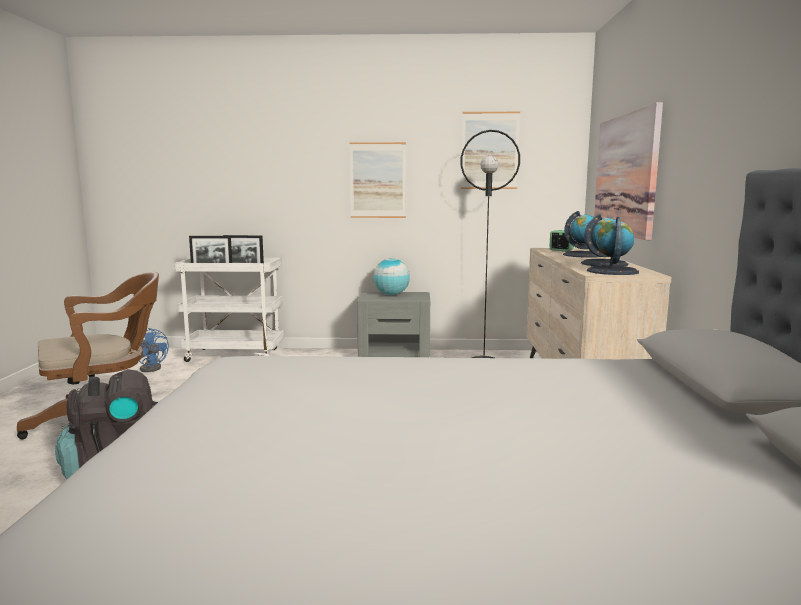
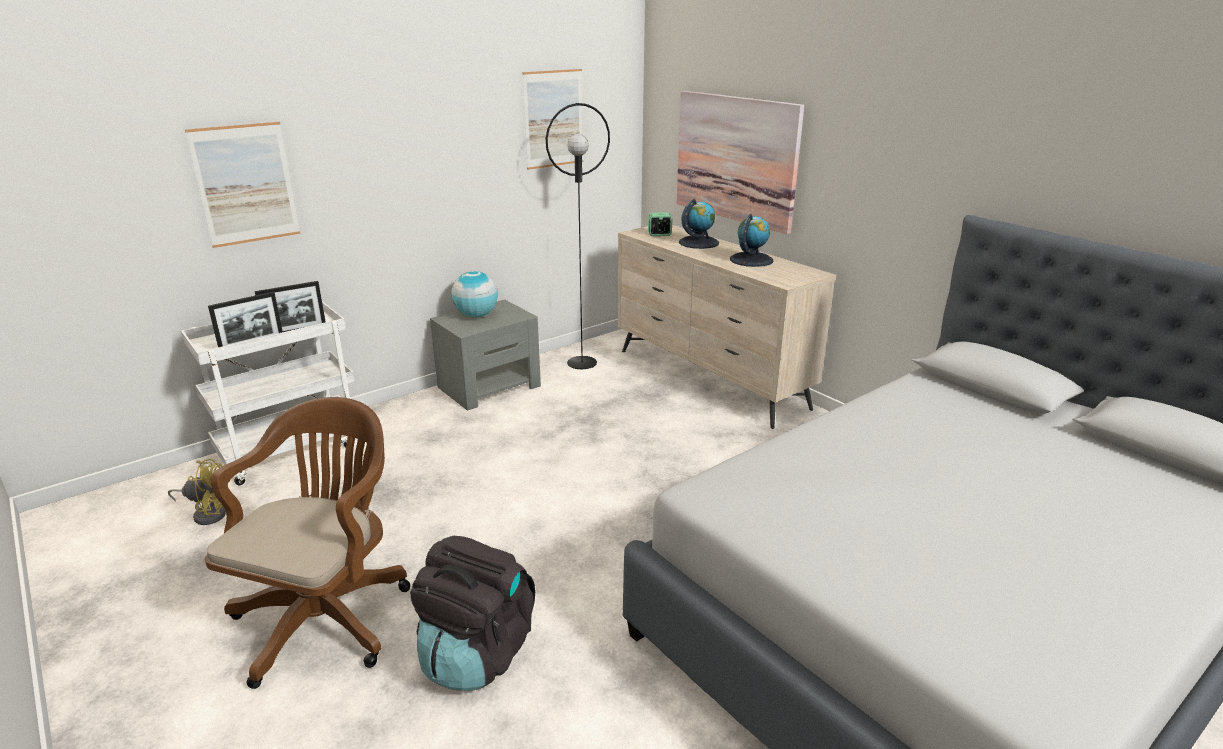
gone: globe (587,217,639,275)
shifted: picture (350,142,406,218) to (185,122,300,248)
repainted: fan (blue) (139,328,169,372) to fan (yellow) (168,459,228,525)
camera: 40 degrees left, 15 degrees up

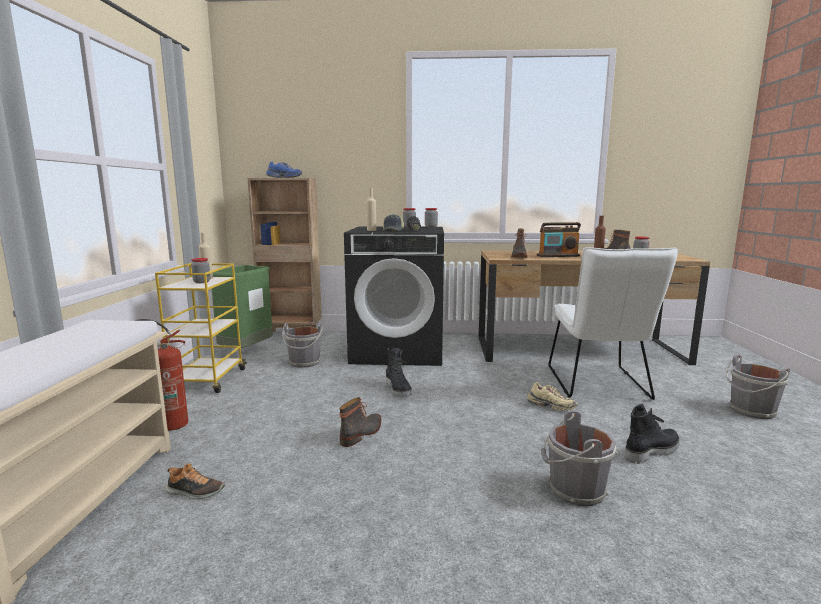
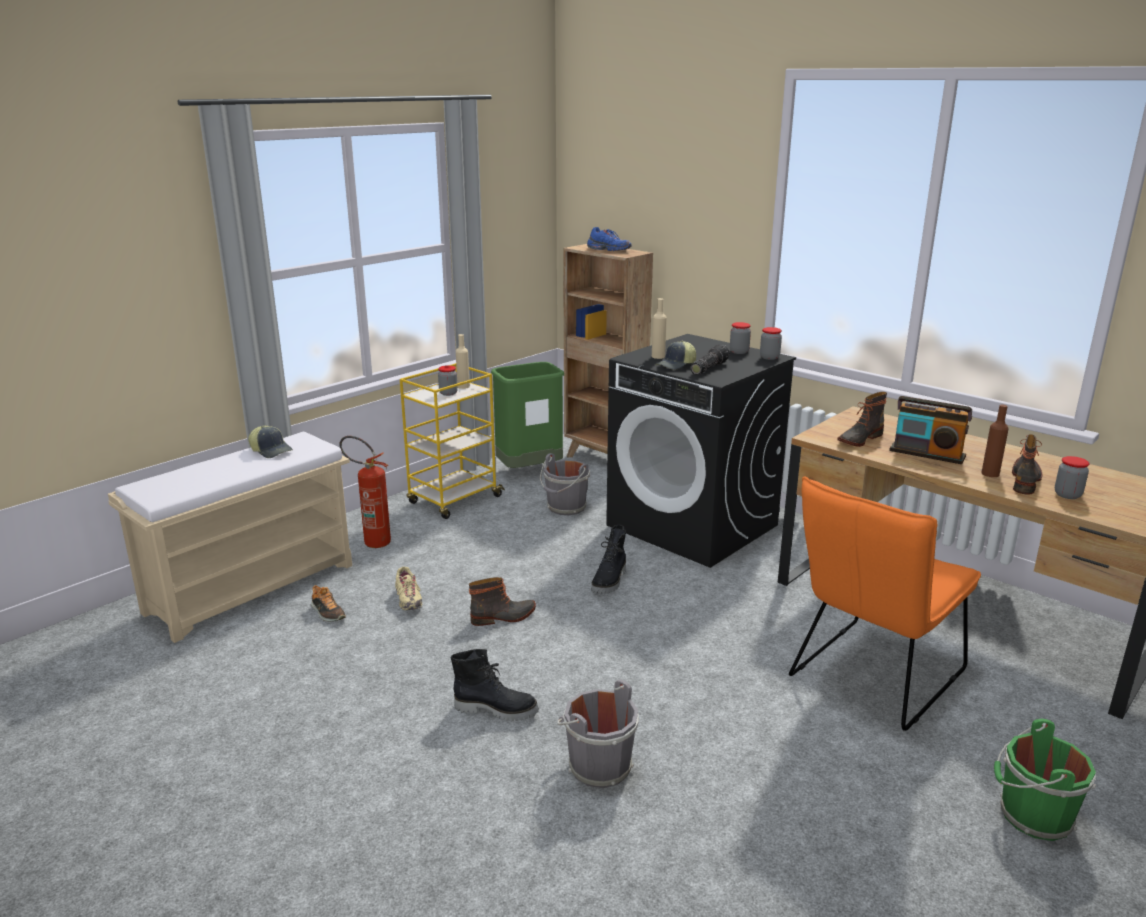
new: cap (248,426,293,458)
shifted: shoe (beige) (527,382,577,411) to (395,567,422,610); boot (black) (625,404,679,464) to (451,649,539,721)
repainted: chair (white) (549,247,678,400) to chair (orange) (789,477,981,731); bucket (grey) (726,354,790,419) to bucket (green) (994,719,1096,841)
camera: 40 degrees right, 10 degrees up

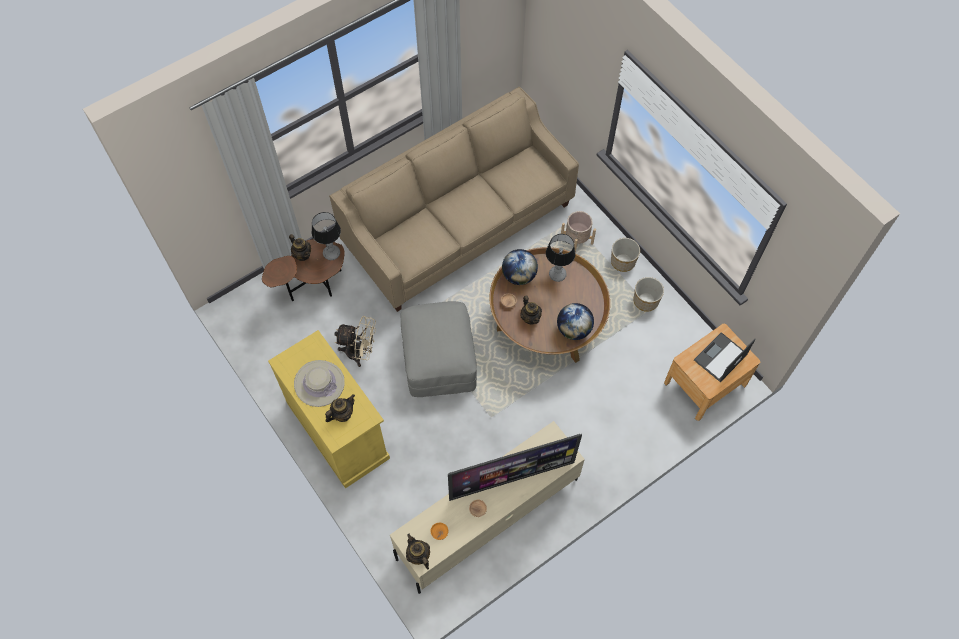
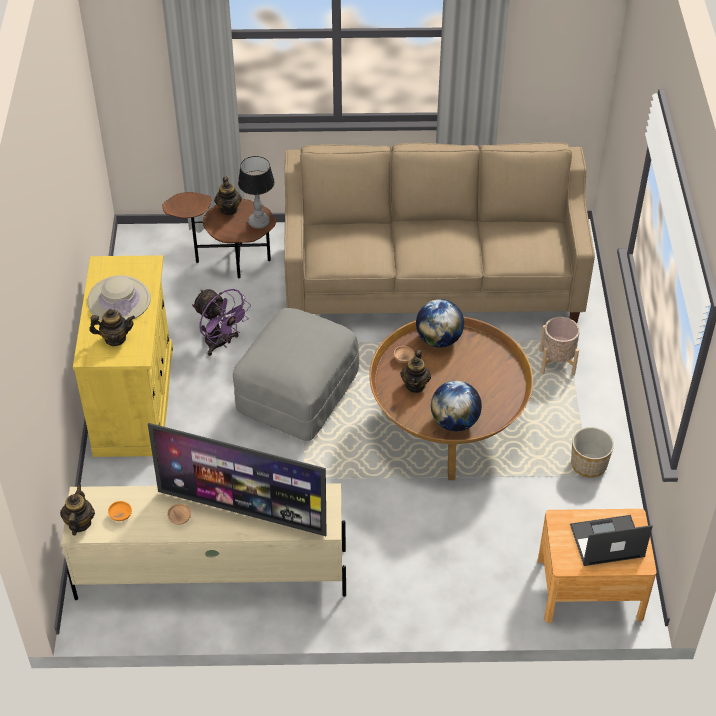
gone: table lamp (546,234,575,282); planter (611,238,640,272)
repainted: fan (beige) (334,316,376,367) to fan (purple) (192,289,251,356)
camera: 35 degrees right, 15 degrees down

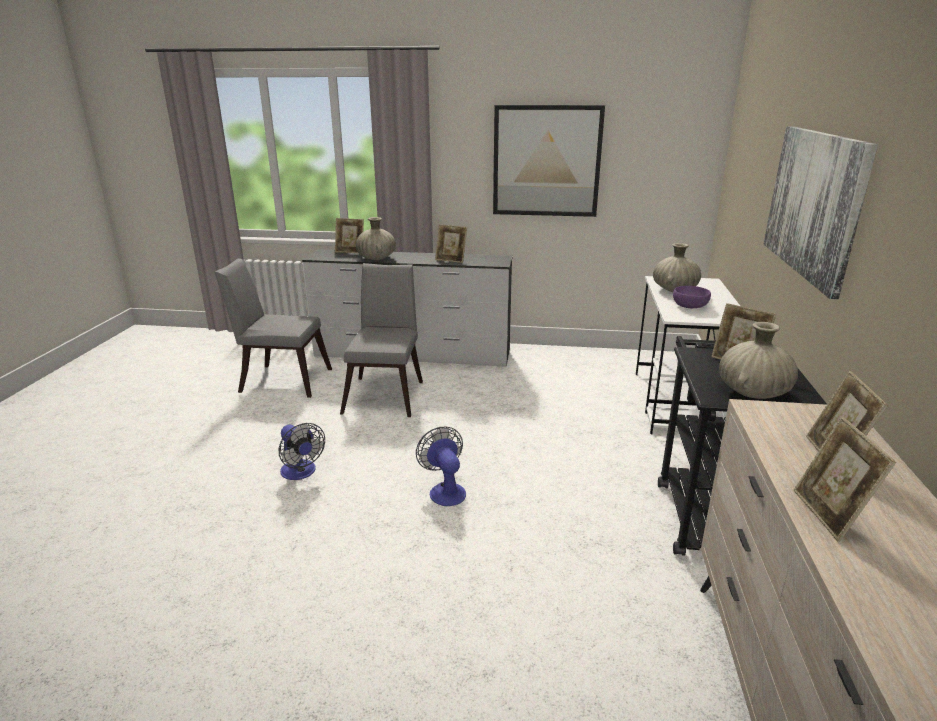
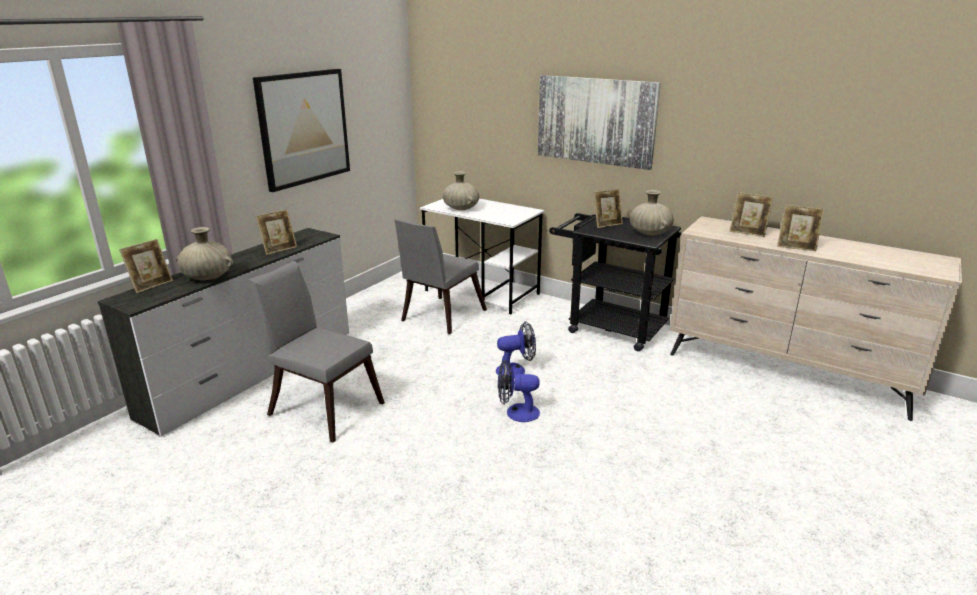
gone: bowl (purple) (673,286,711,308)
shifted: chair (grey) (214,258,332,398) to (395,219,487,334); fan (279,423,325,480) to (496,322,536,378)
camera: 65 degrees left, 0 degrees up

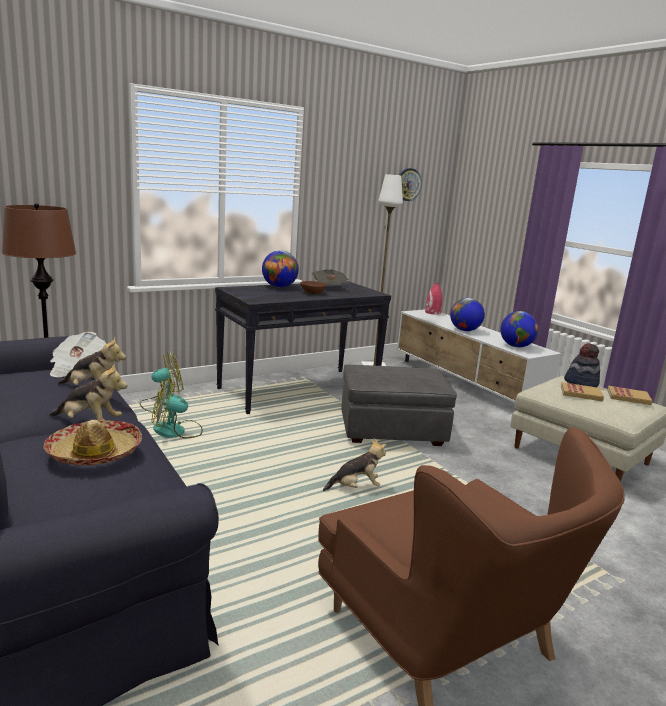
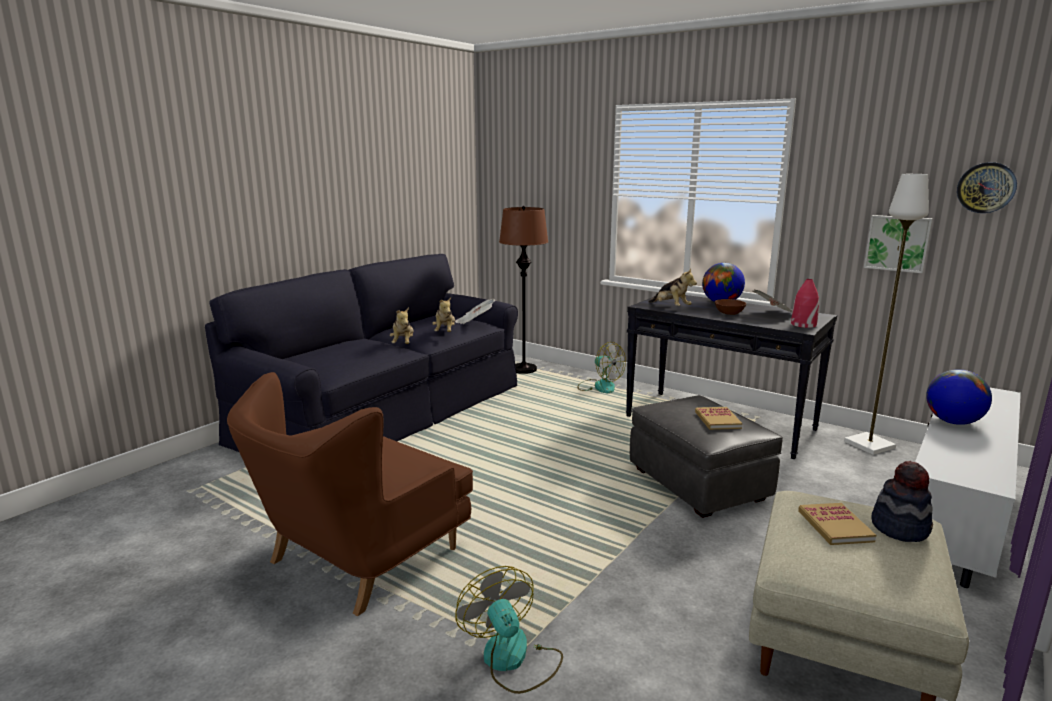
gone: hat (44,420,142,465); globe (500,311,538,347)
new: picture (864,215,933,273)
shifted: fan (152,378,203,439) to (455,566,563,694); plush toy (323,438,386,491) to (649,268,697,306); vase (red) (425,283,442,315) to (791,279,819,328); book (607,386,652,405) to (695,407,743,430)
camera: 70 degrees right, 0 degrees up

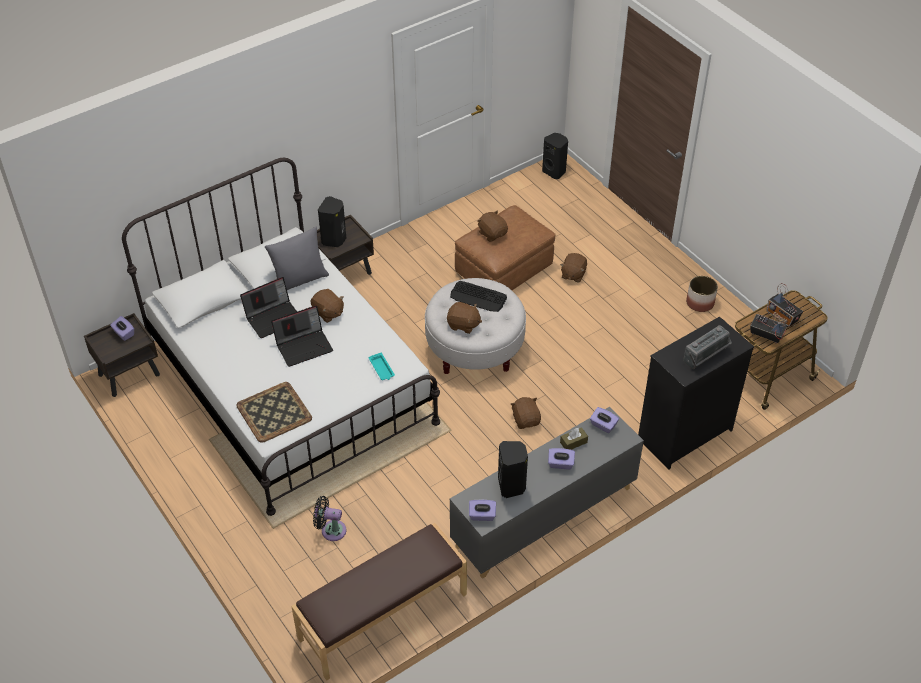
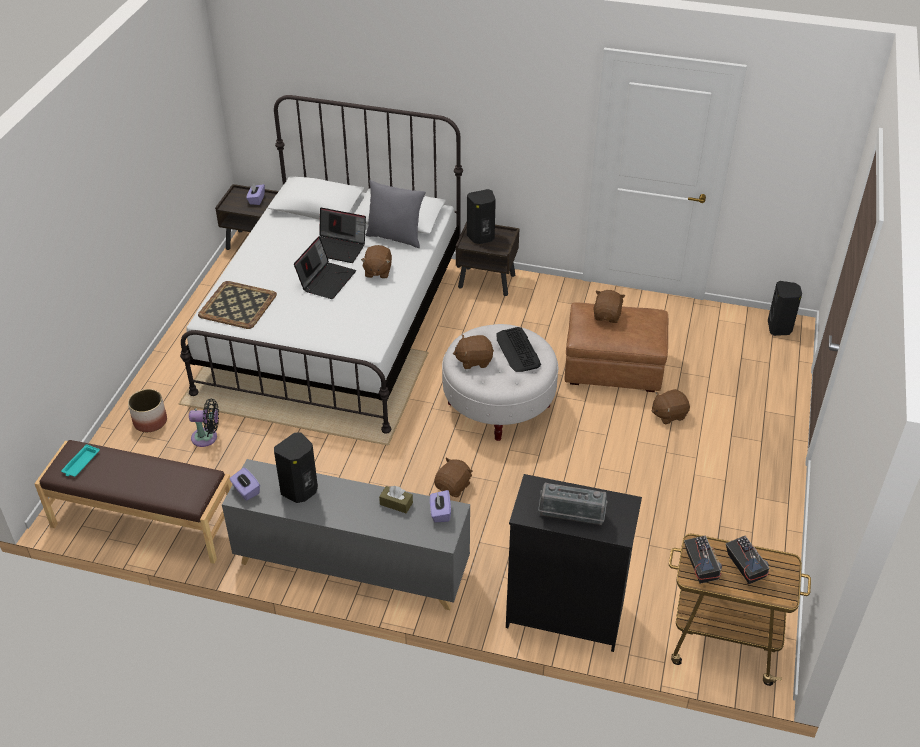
gone: tissue box (purple) (548,448,575,469)
shifted: tray (turquoise) (368,353,395,380) to (61,444,100,477); planter (686,276,718,312) to (128,389,167,432)
rotated: laptop (271,305,333,367) = (294,236,356,299) 90 degrees counterclockwise; fan (black) (313,496,346,541) = (189,399,219,447) 120 degrees clockwise; plush toy (brown) (447,302,482,334) = (453,335,494,369) 105 degrees clockwise; radio (767,283,803,328) = (726,536,769,584) 150 degrees clockwise
camera: 50 degrees right, 5 degrees down

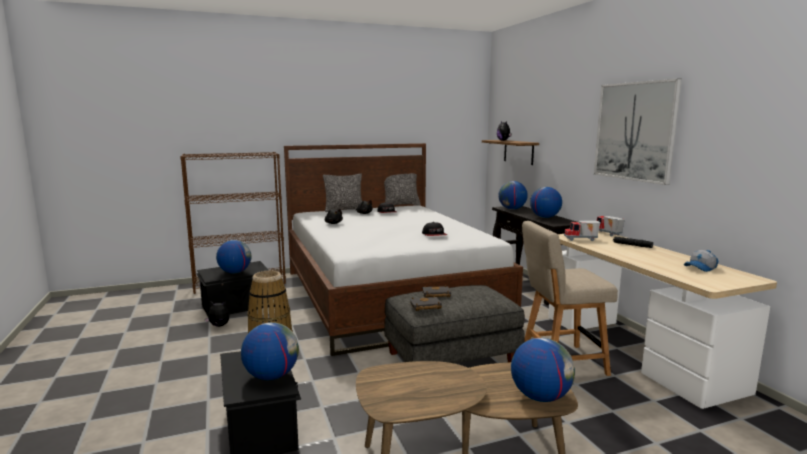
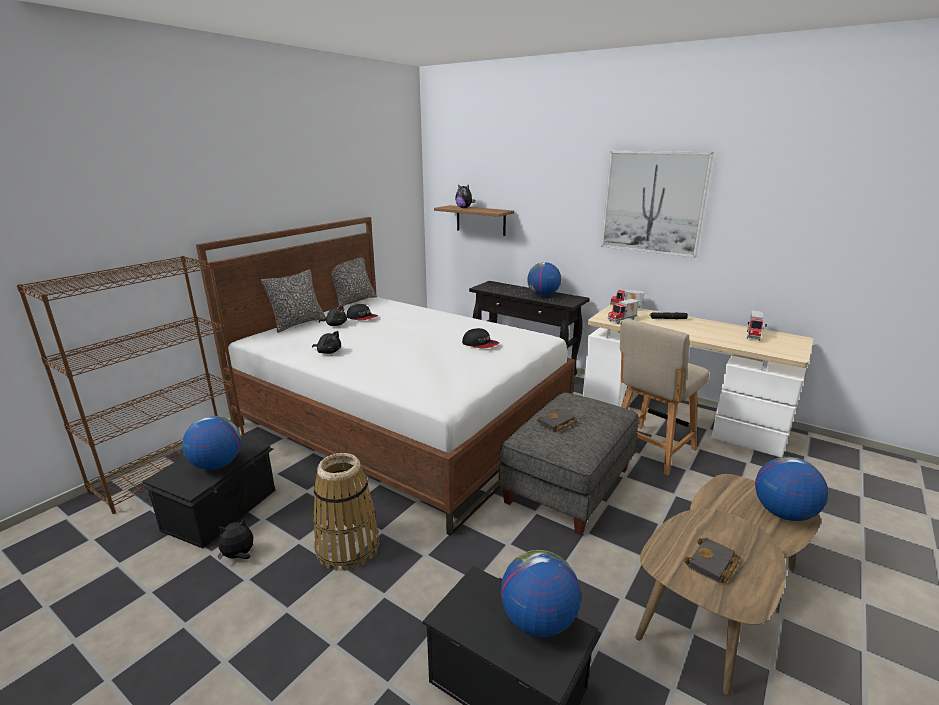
gone: globe (498,181,528,210)
shifted: book (black) (410,296,442,311) to (684,538,740,583)
swapped: cap (684,250,718,272) to toy truck (747,311,767,341)
camera: 35 degrees left, 10 degrees up

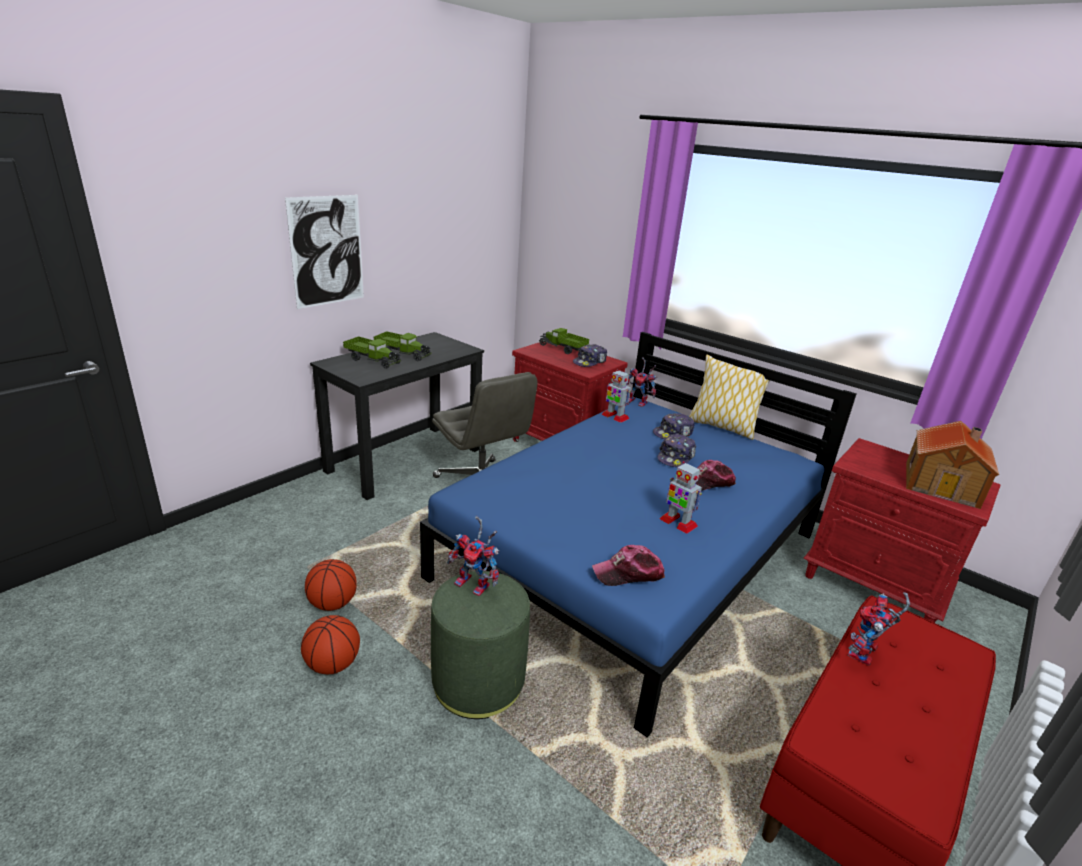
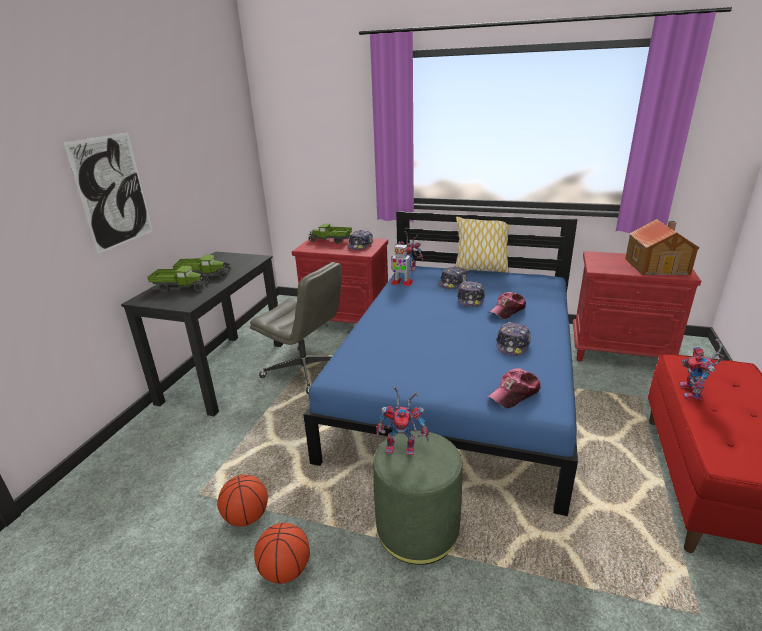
swapped: toy robot (660,461,703,534) to cap (496,322,531,356)
camera: 20 degrees left, 0 degrees up

